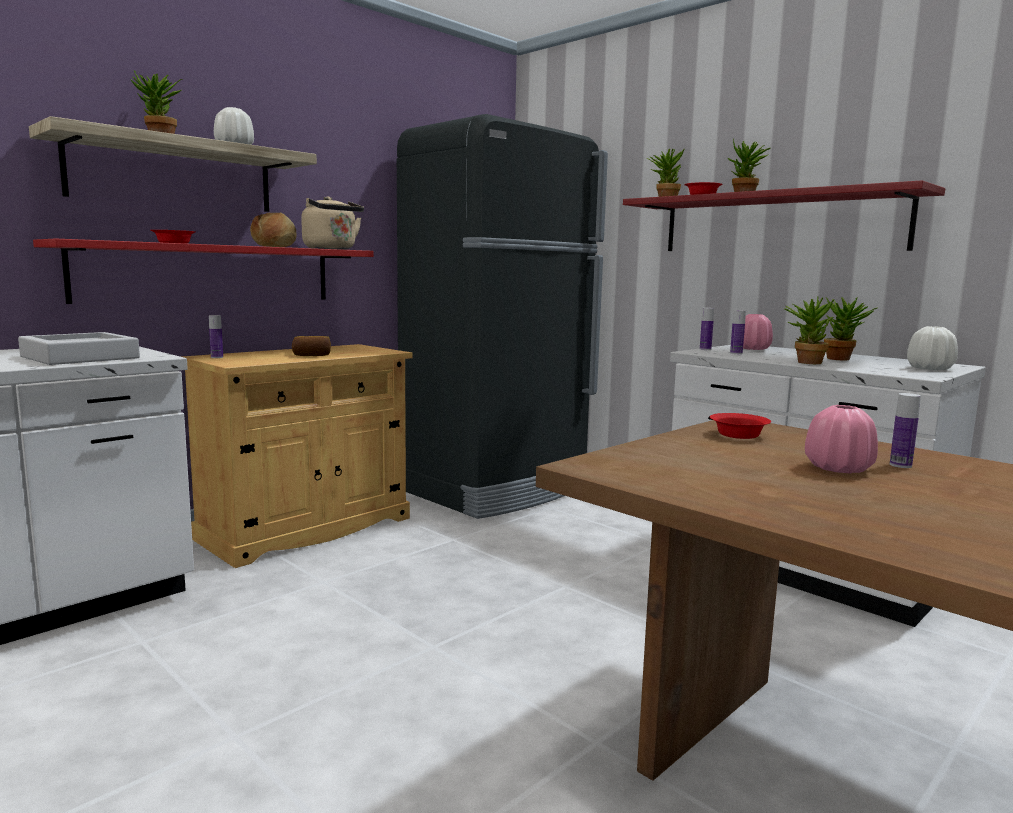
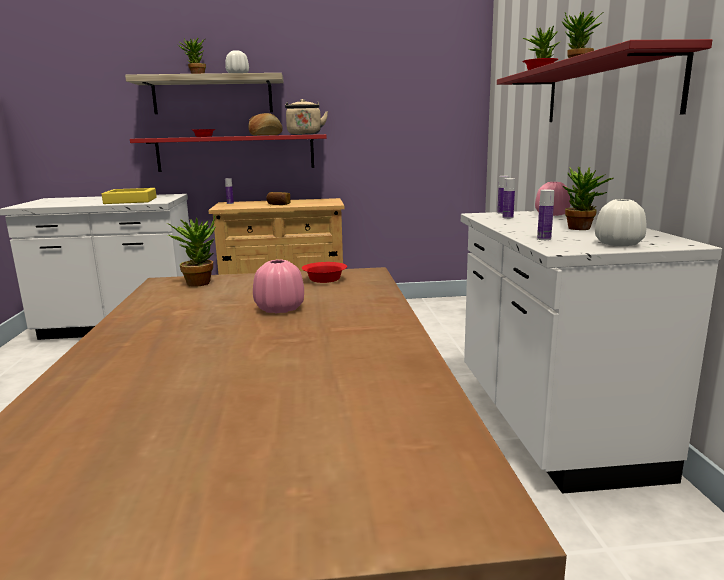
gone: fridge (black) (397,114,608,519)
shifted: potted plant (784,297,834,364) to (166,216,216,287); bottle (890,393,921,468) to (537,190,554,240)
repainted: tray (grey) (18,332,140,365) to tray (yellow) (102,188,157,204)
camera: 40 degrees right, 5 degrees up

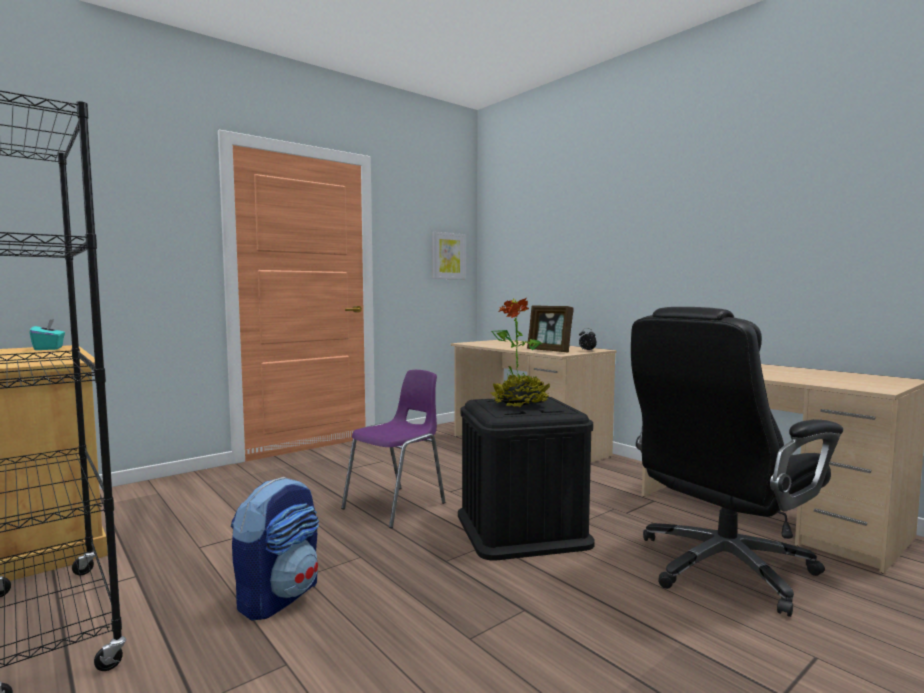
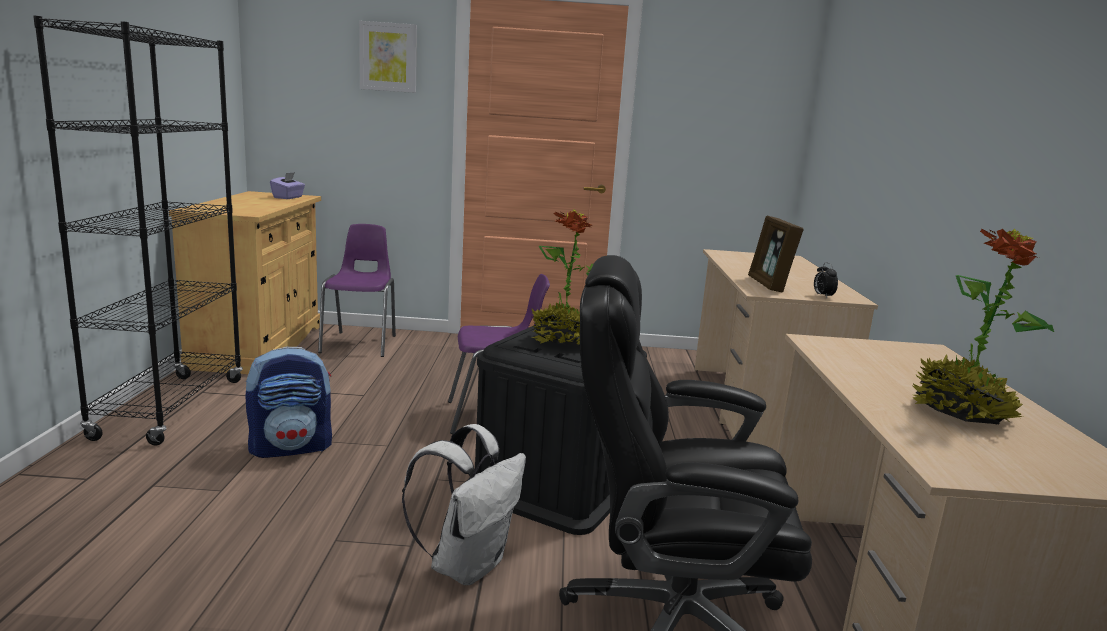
new: chair (purple) (318,224,396,357); backpack (white) (402,424,526,585); potted plant (912,228,1054,424)
shifted: picture (432,232,465,279) to (359,21,417,93)
repainted: tissue box (turquoise) (29,319,65,350) to tissue box (purple) (270,172,305,199)
camera: 40 degrees right, 10 degrees up

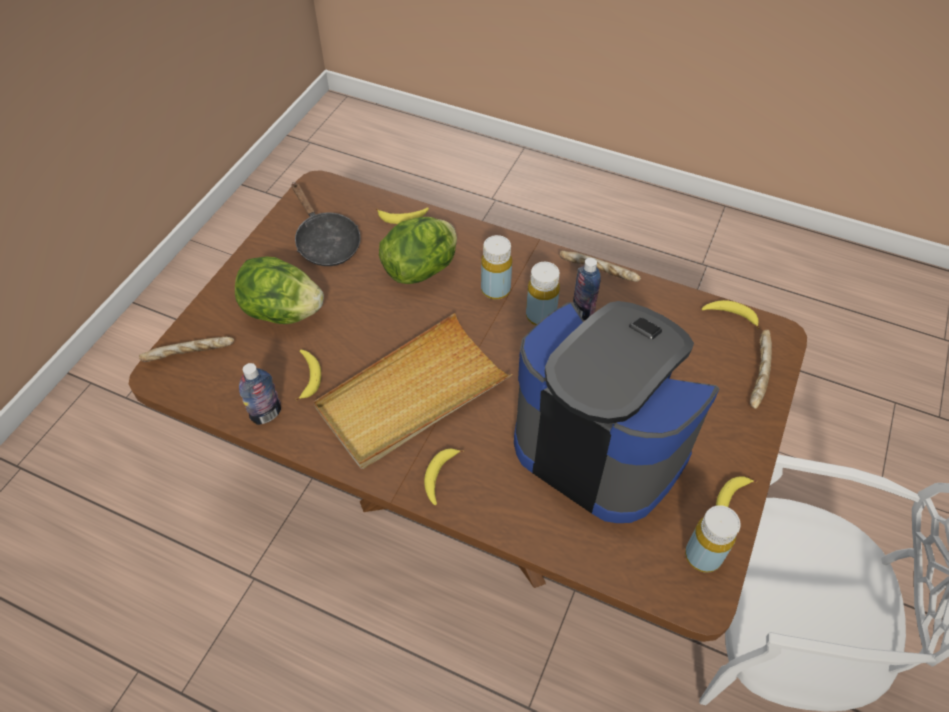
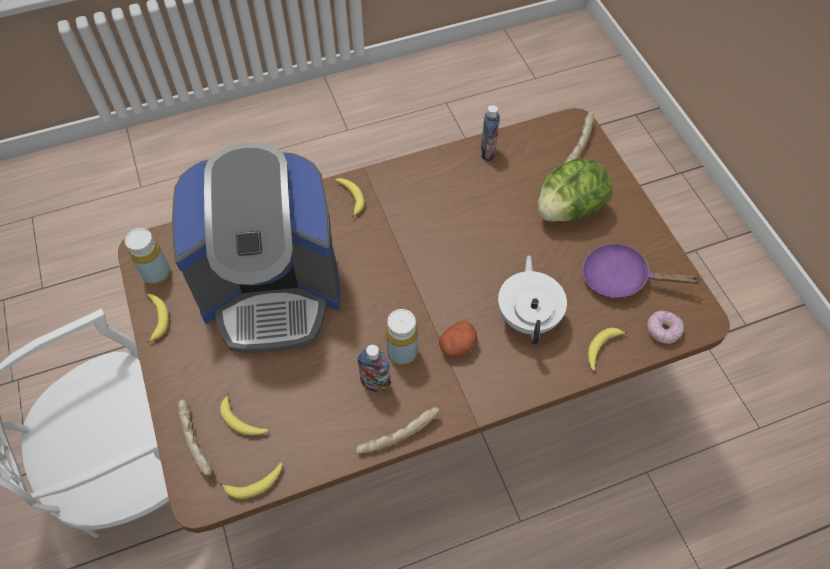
gone: tray (beige) (314,313,513,469)
new: donut (647,310,684,344)
shifted: banana (296,350,321,400) to (220,393,268,435)
swapped: lettuce (379,217,457,284) to teapot (white) (498,255,567,344); bottle (yellow) (481,235,512,300) to potato (439,321,477,357)
repainted: frying pan (black) (291,182,360,266) to frying pan (purple) (582,243,702,299)
camera: 135 degrees right, 5 degrees up

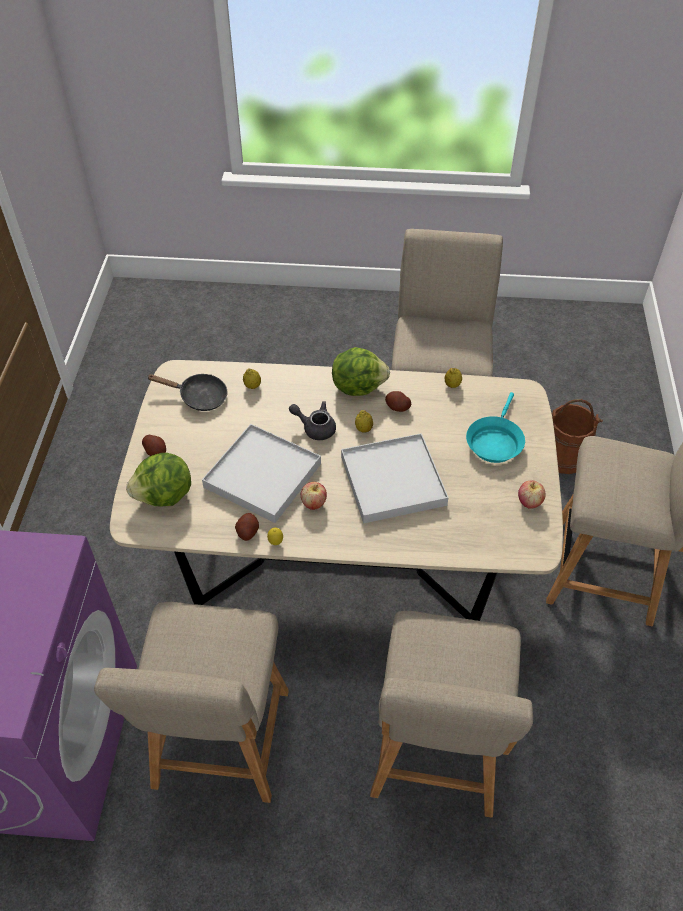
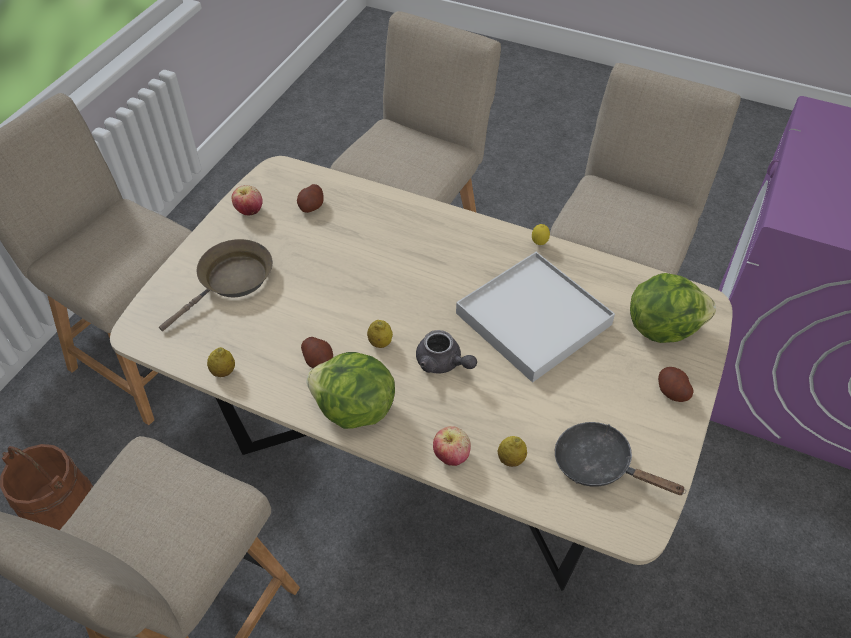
gone: tray (white) (341,433,449,523)
shifted: potato (235,513,259,541) to (297,184,324,213); apple (301,482,327,510) to (433,426,471,466)
repainted: frying pan (turquoise) (466,392,525,463) to frying pan (brown) (159,239,273,331)
camera: 160 degrees left, 0 degrees up

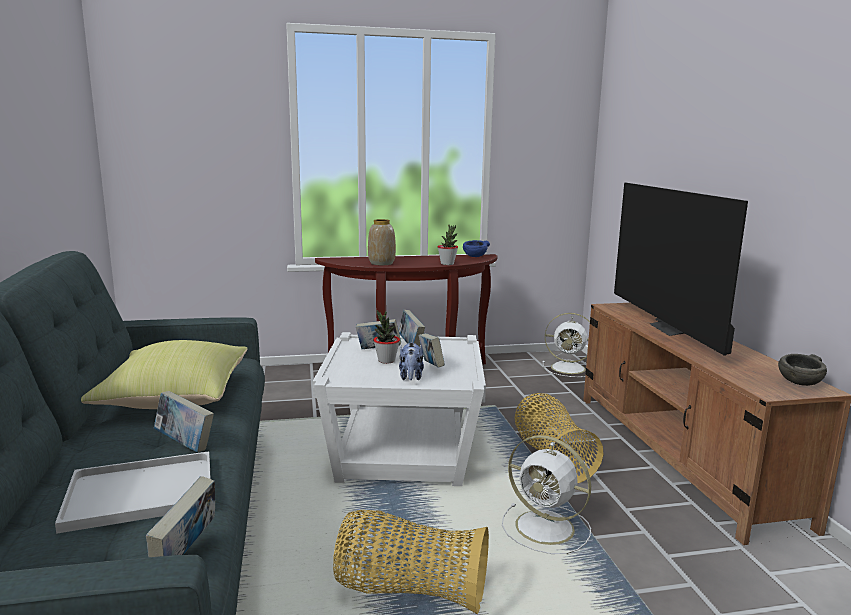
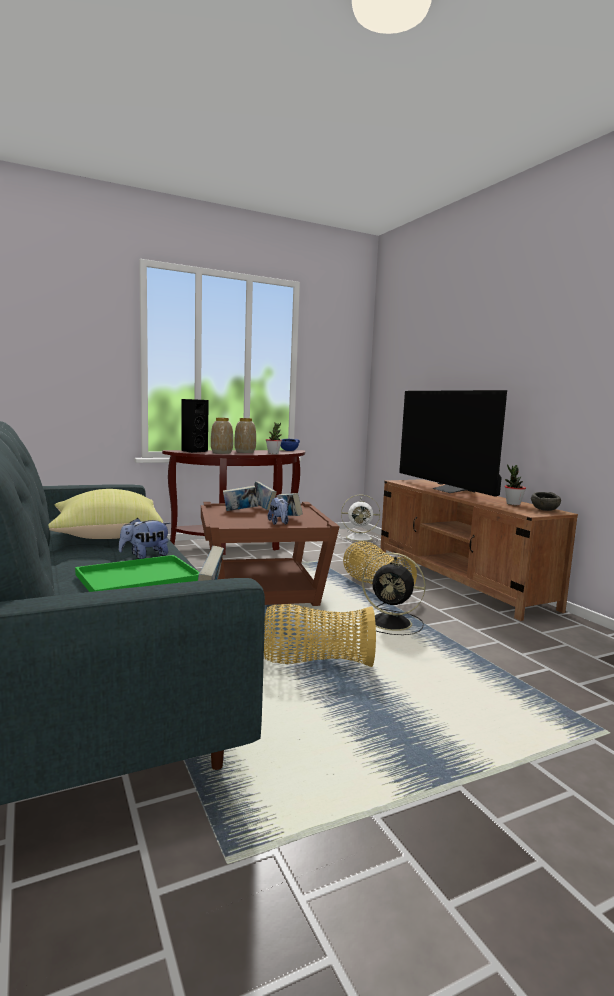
new: speaker (black) (181,399,209,453); vase (234,418,256,453)
shifted: potted plant (374,310,400,364) to (504,464,526,505)
swapped: book (154,391,214,453) to plush toy (118,518,170,559)
repainted: tray (white) (55,451,211,534) to tray (green) (75,555,200,592); side table (white) (313,332,486,486) to side table (brown) (201,502,340,606); fan (white) (502,435,591,554) to fan (black) (361,553,426,635)
camera: 15 degrees left, 5 degrees down

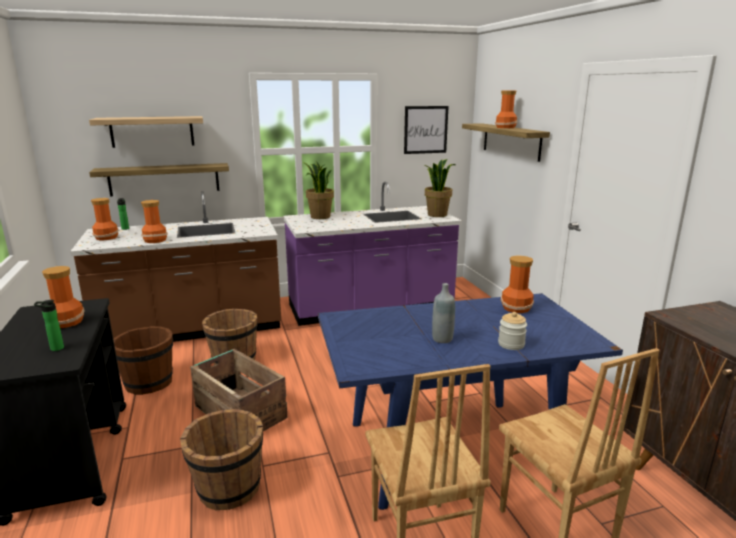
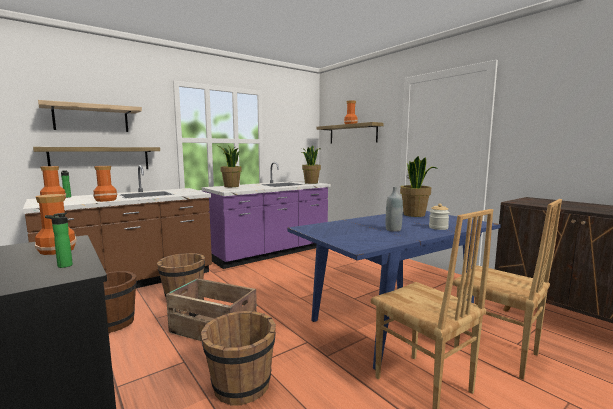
gone: picture (404,106,449,154)
swapped: vase (501,256,534,313) to potted plant (400,156,437,217)
camera: 20 degrees left, 10 degrees down

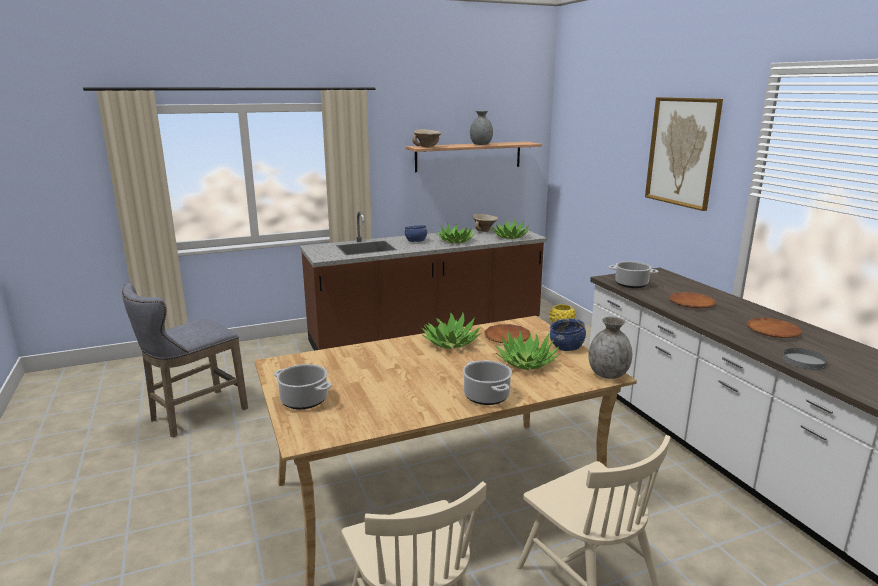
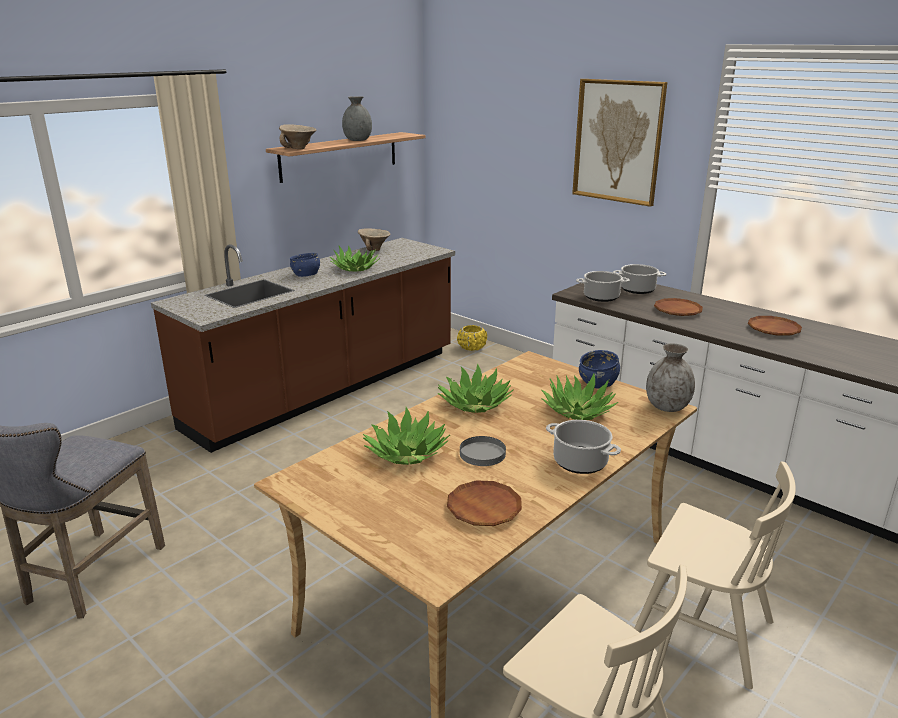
shifted: cooking pot (274,364,332,409) to (613,264,666,294); plate (brown) (484,324,530,344) to (447,480,522,526); potted plant (492,219,530,239) to (363,407,450,465); plate (grey) (783,348,828,370) to (460,436,506,466)
camera: 25 degrees left, 5 degrees up

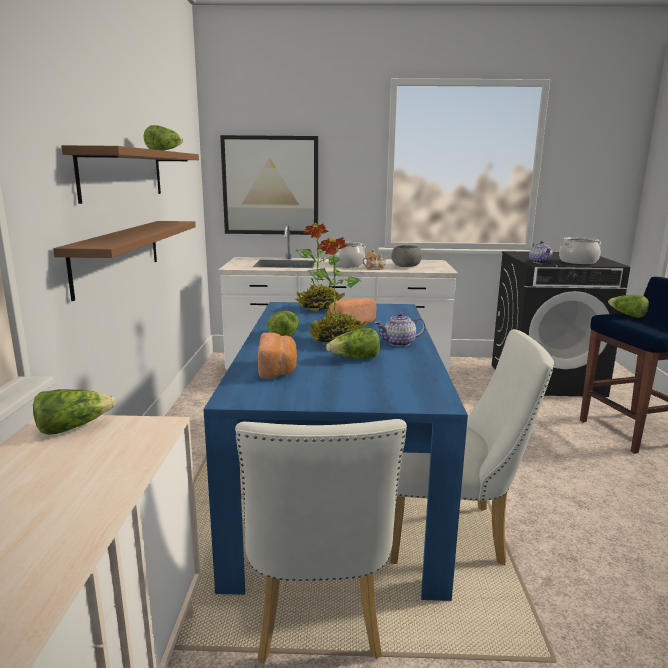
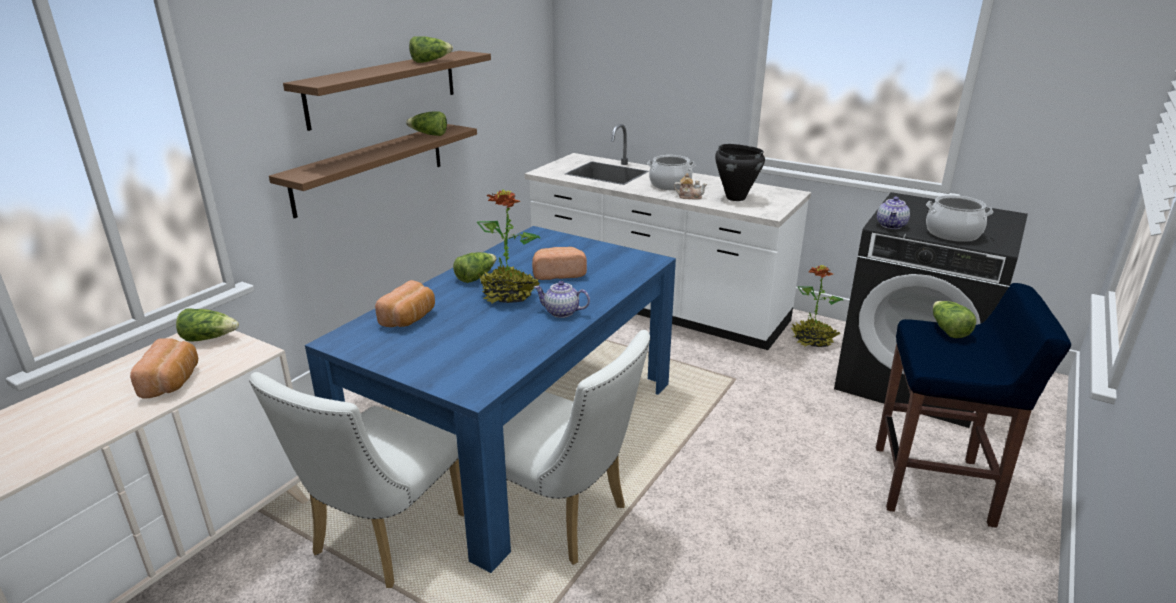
gone: picture (220,135,318,235)
new: bread (130,338,198,398)
shifted: potted plant (296,223,345,312) to (791,265,844,347); lettuce (326,328,380,359) to (406,111,447,136)
swapped: bowl (grey) (391,245,422,267) to cooking pot (black) (715,144,765,201)
camera: 30 degrees right, 10 degrees up

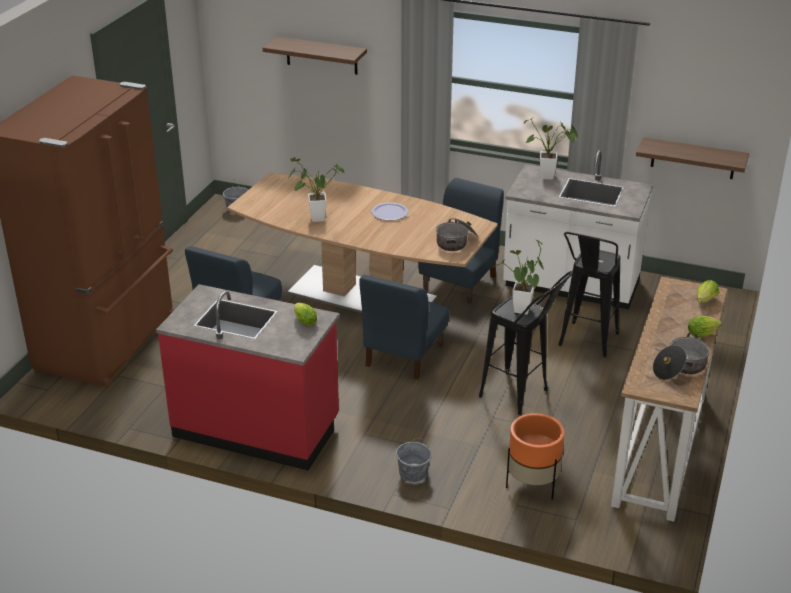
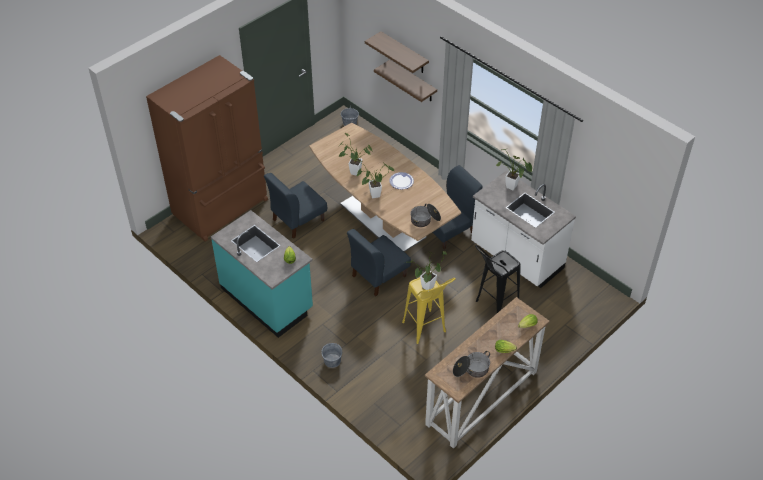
gone: planter (orange) (506,413,564,500)
new: potted plant (356,160,394,198)
shifted: shelf (636,137,749,179) to (374,60,437,102)
repainted: counter (red) (156,284,339,471) to counter (turquoise) (211,210,313,338); stool (black) (479,271,573,415) to stool (yellow) (402,277,456,344)
camera: 25 degrees right, 15 degrees up

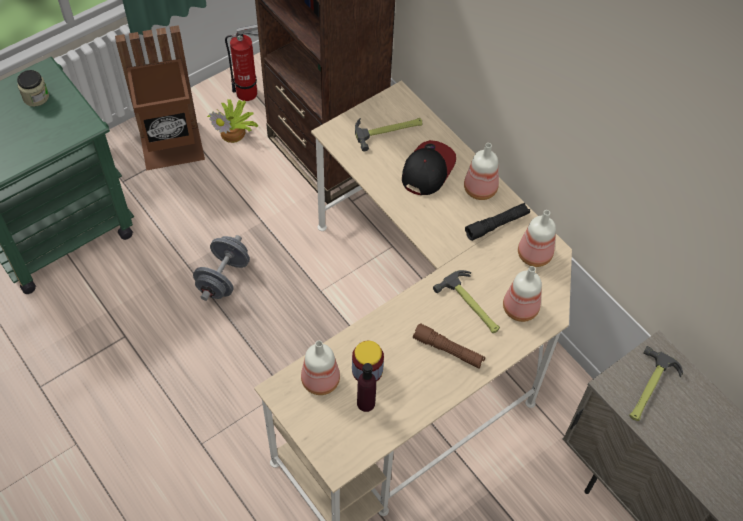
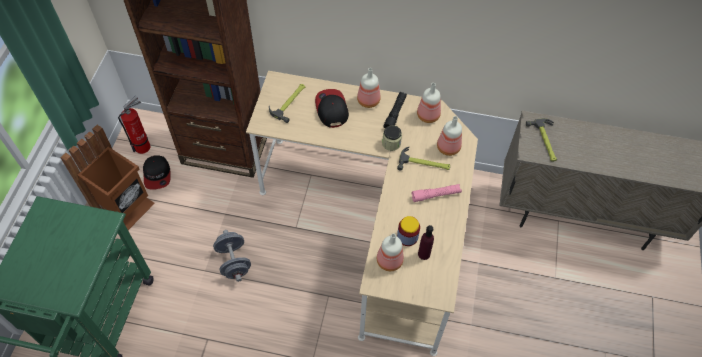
shifted: jar (17,70,49,107) to (382,125,402,151)
swapped: potted plant (207,98,258,143) to cap (143,155,171,190)
repainted: flashlight (brown) (413,323,485,369) to flashlight (pink) (412,184,462,202)
camera: 40 degrees left, 0 degrees up

